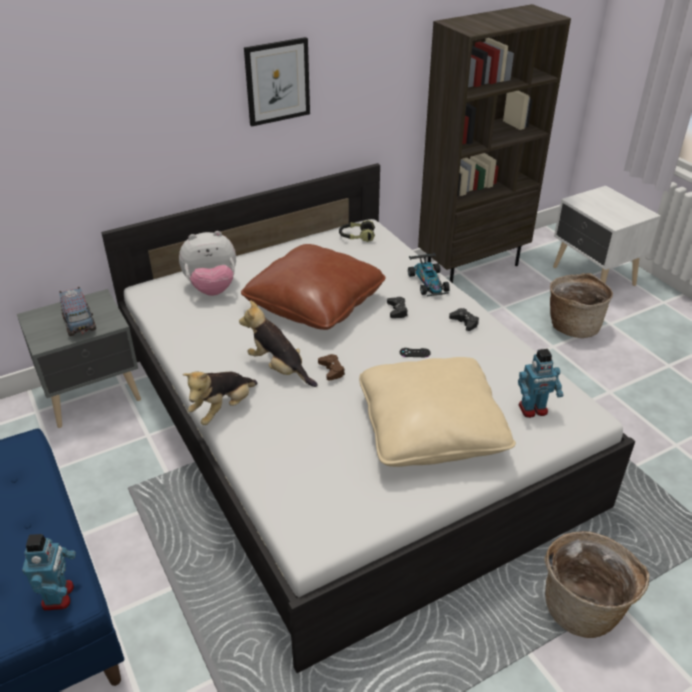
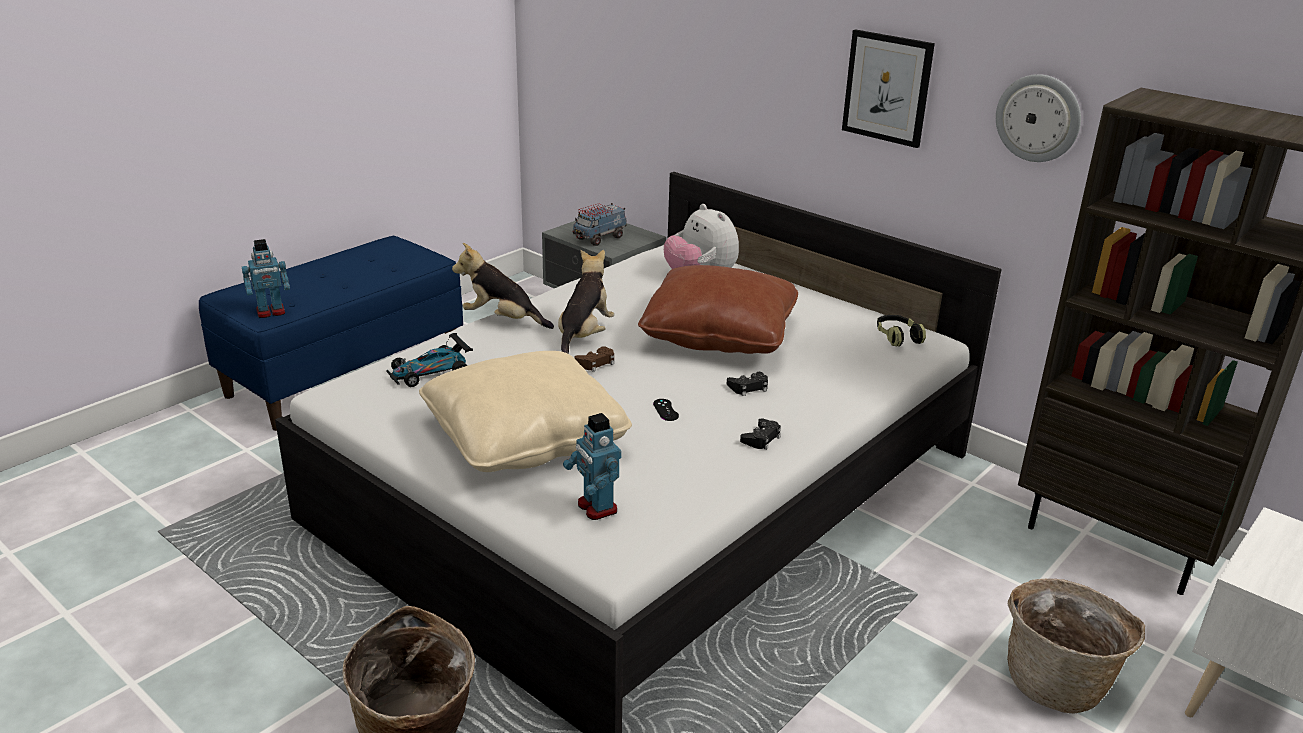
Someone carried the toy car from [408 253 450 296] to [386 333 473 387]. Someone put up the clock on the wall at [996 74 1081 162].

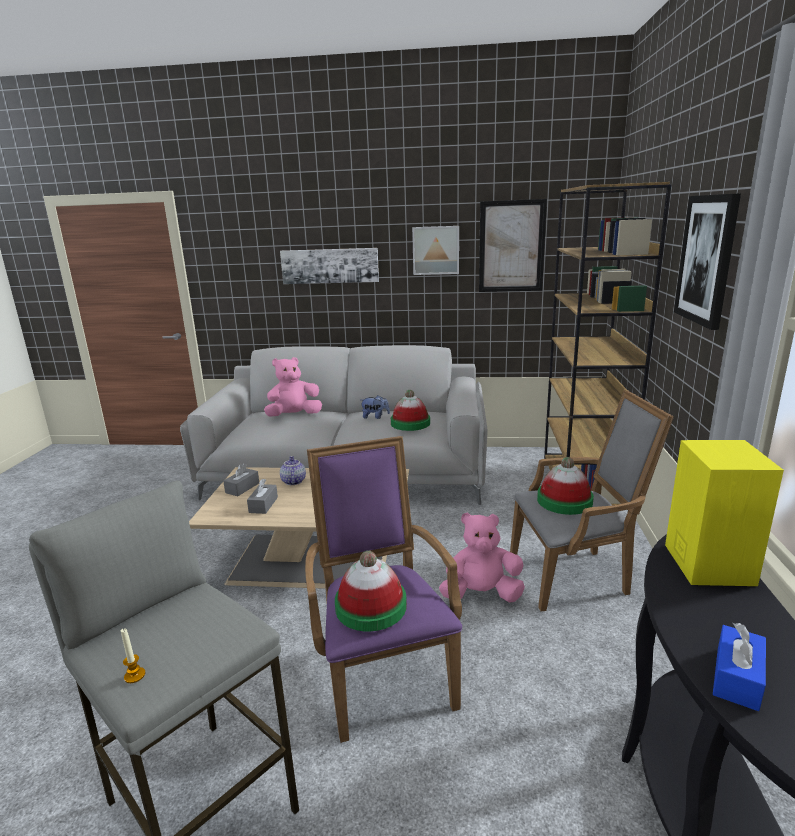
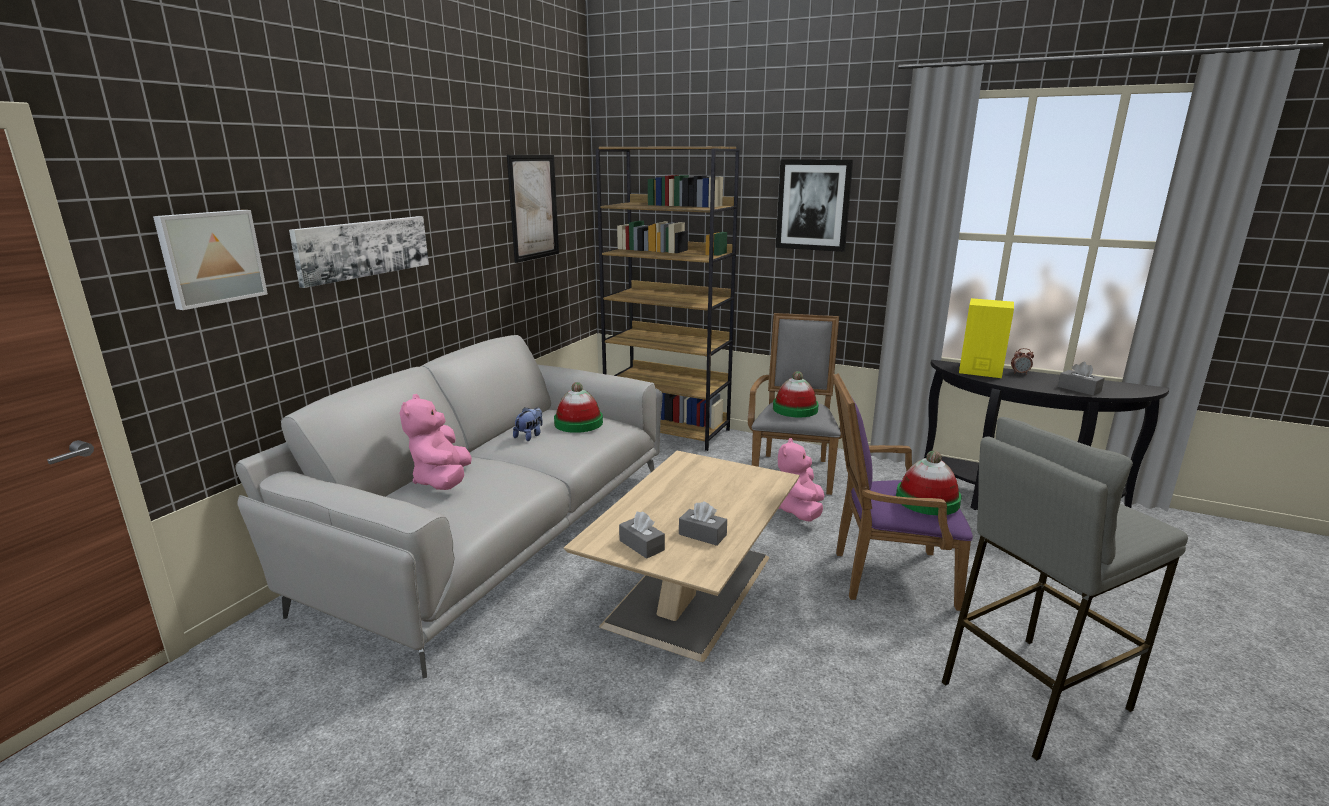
Someone carried the wall picture from [412 226 459 275] to [153 210 268 310]. Someone took away the tea pot at [280 456 306 485]. Someone repainted the bluish box of tissues at [713 623 766 711], which became the grey box of tissues at [1058 362 1105 396]. Someone took away the wax light at [121 628 145 683]. Someone put down the alarm clock at [1011 348 1034 374].

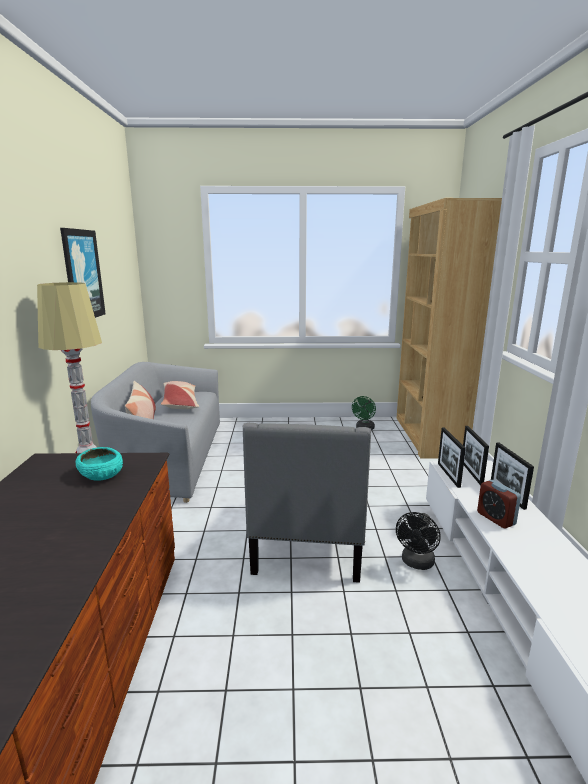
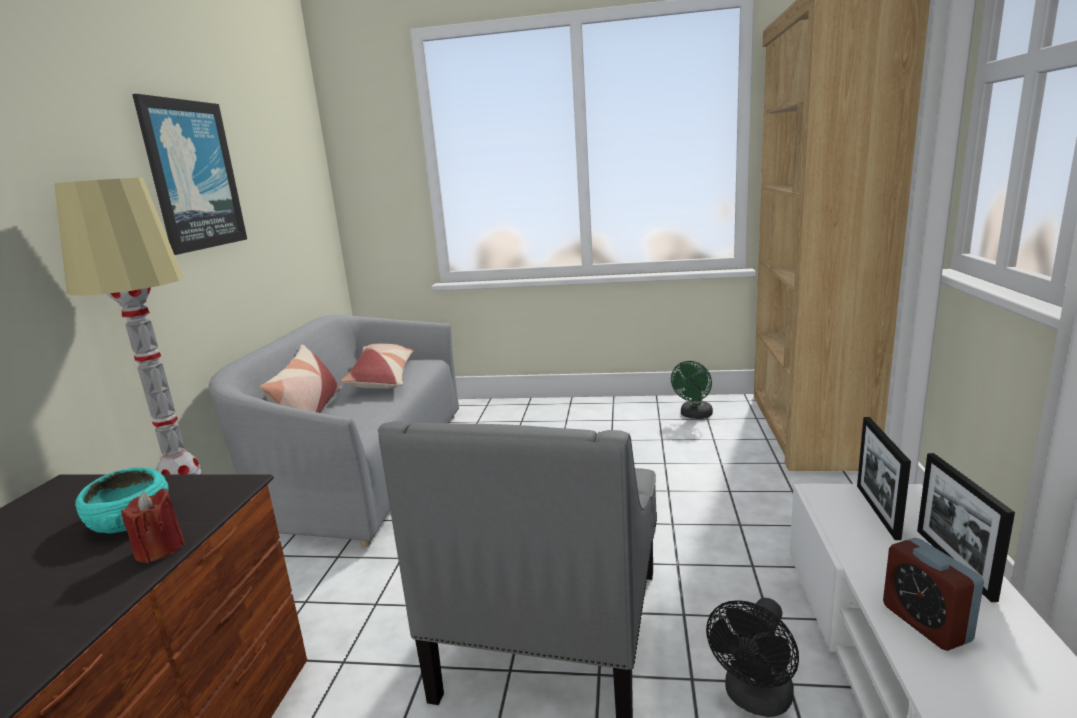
Someone took away the photo frame at [438 427 466 488]. Someone put down the red wax light at [121 488 185 563].

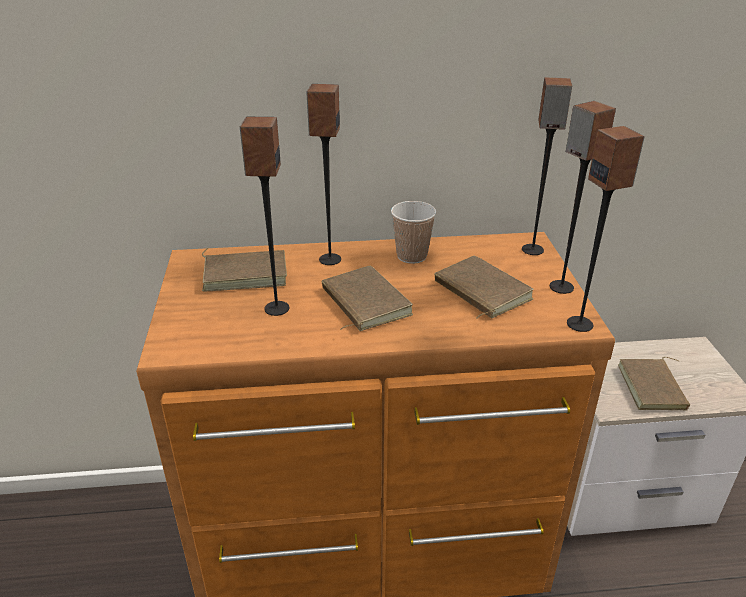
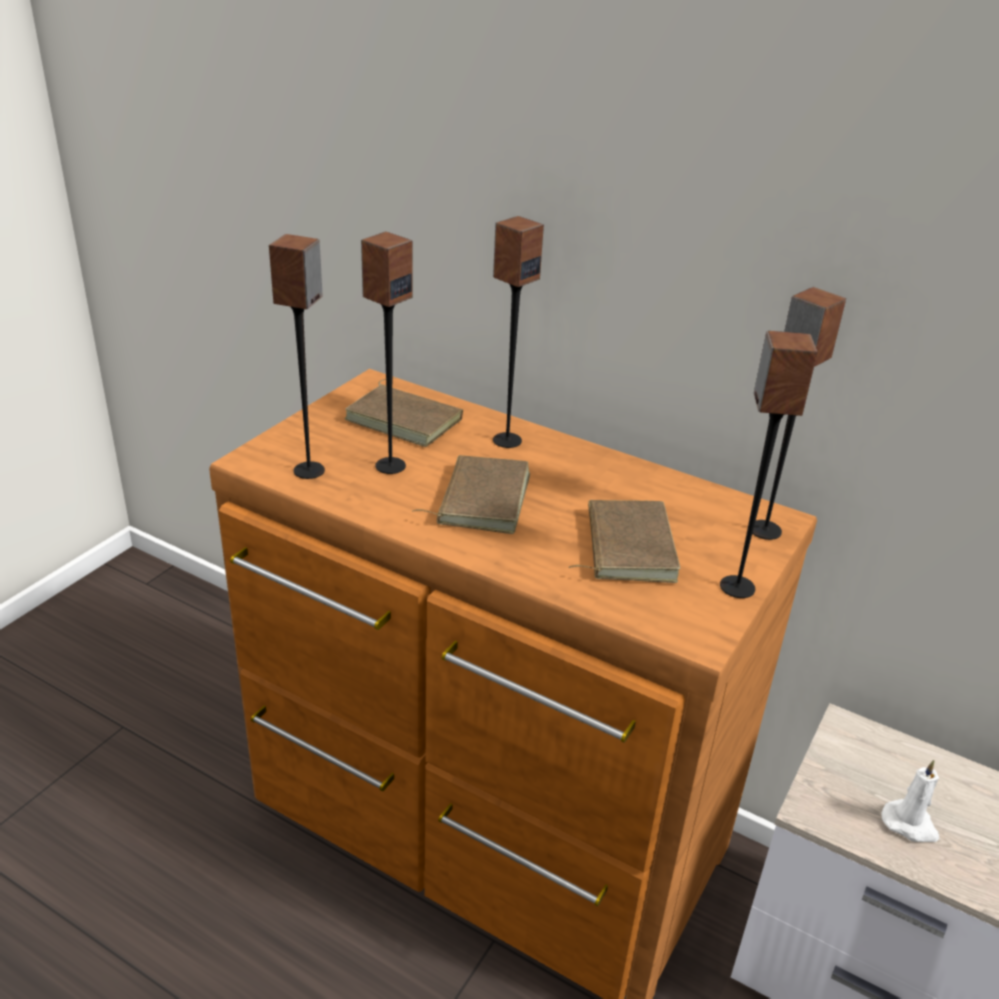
Someone carried the audio speaker from [567 126 645 332] to [269 234 325 479]. Someone took away the cup at [391 201 436 264]. Someone swapped the brown-coloured bound book at [618 357 690 410] for the whitish wax light at [881 760 940 842].

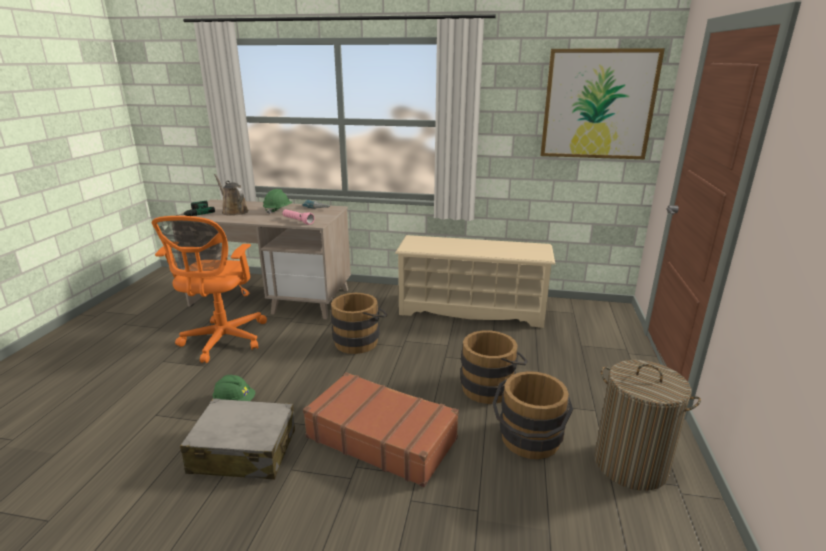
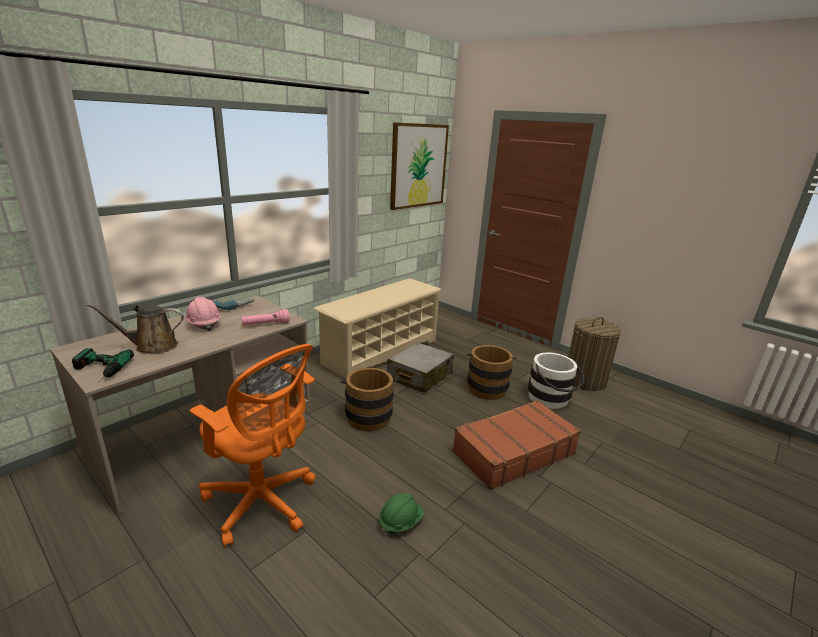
Someone repainted the green-coloured hard hat at [263 189 292 214], which became the pinkish hard hat at [185 297 221 332]. Someone repainted the brown-coloured bucket at [492 371 573 459], which became the whitish bucket at [528 352 584 409]. Someone carried the grey piece of luggage from [180 398 295 480] to [387 342 454 393].

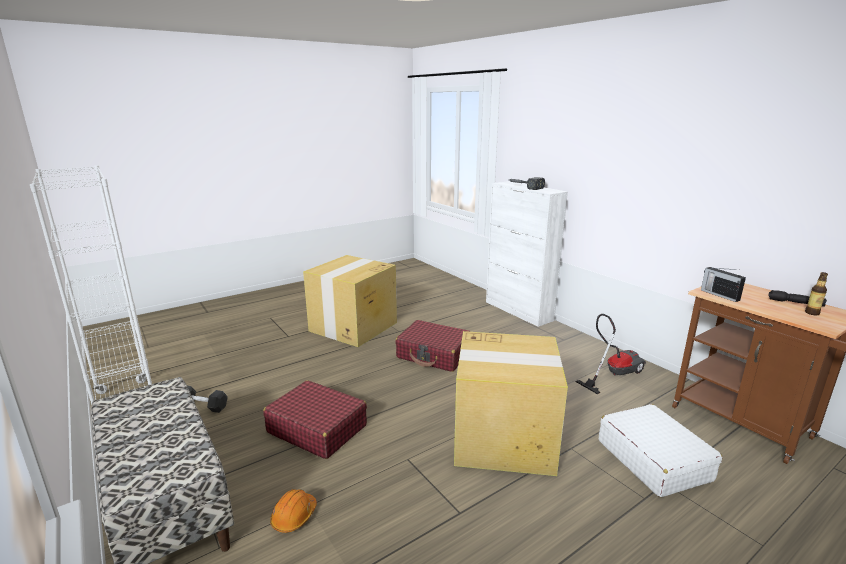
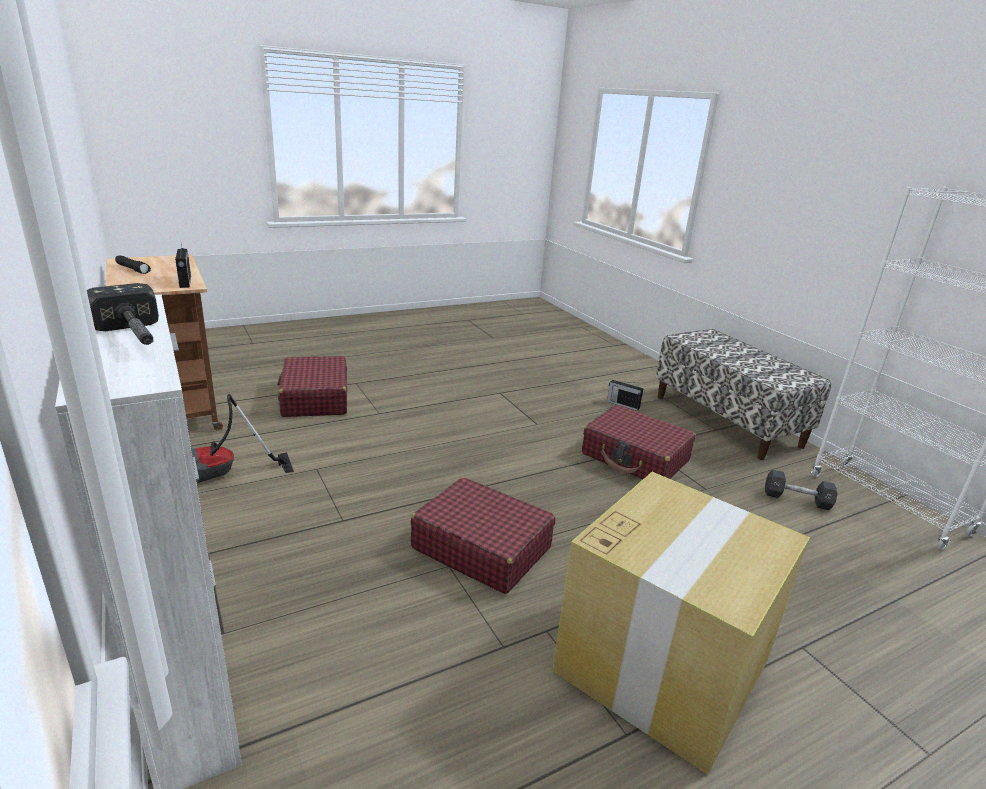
Someone took away the bottle at [805 272 828 315]. Someone took away the cardboard box at [454 331 568 476]. Someone repainted the whitish piece of luggage at [599 404 722 497], which became the red piece of luggage at [277 356 347 417]. Someone swapped the orangey hard hat at [270 489 317 533] for the radio at [607 380 643 411].

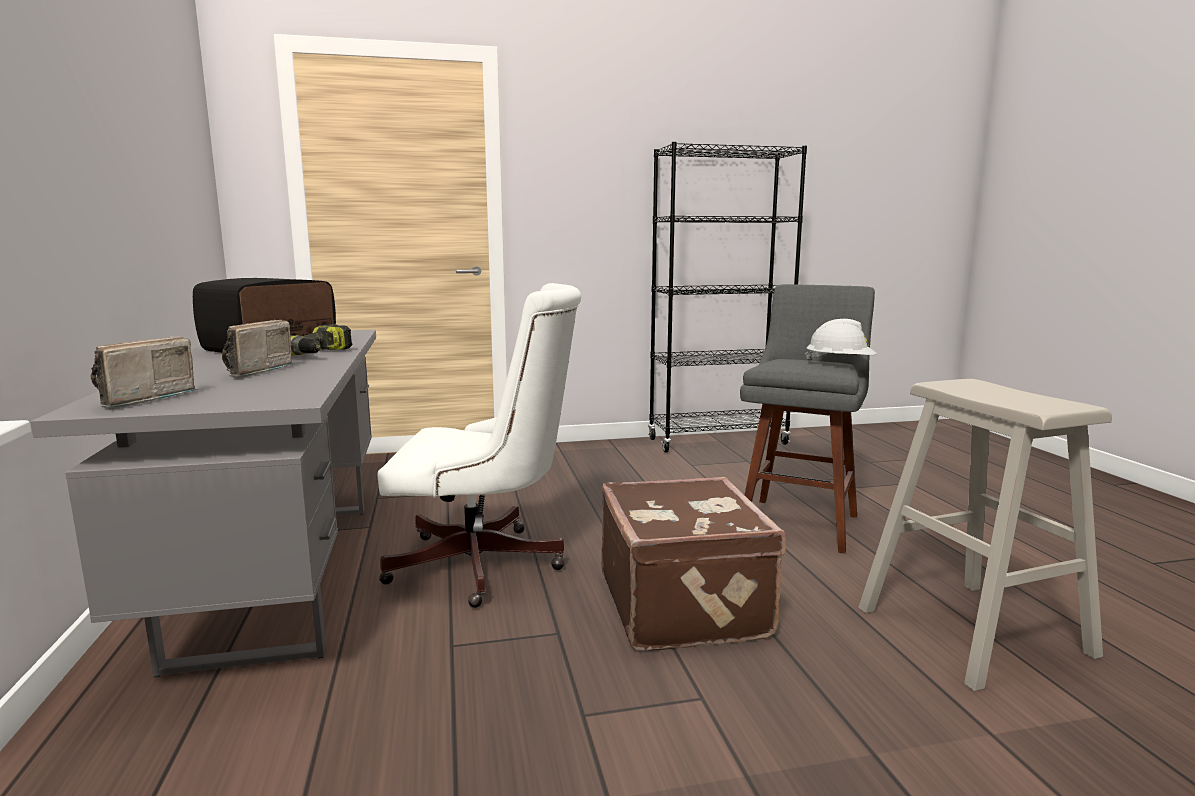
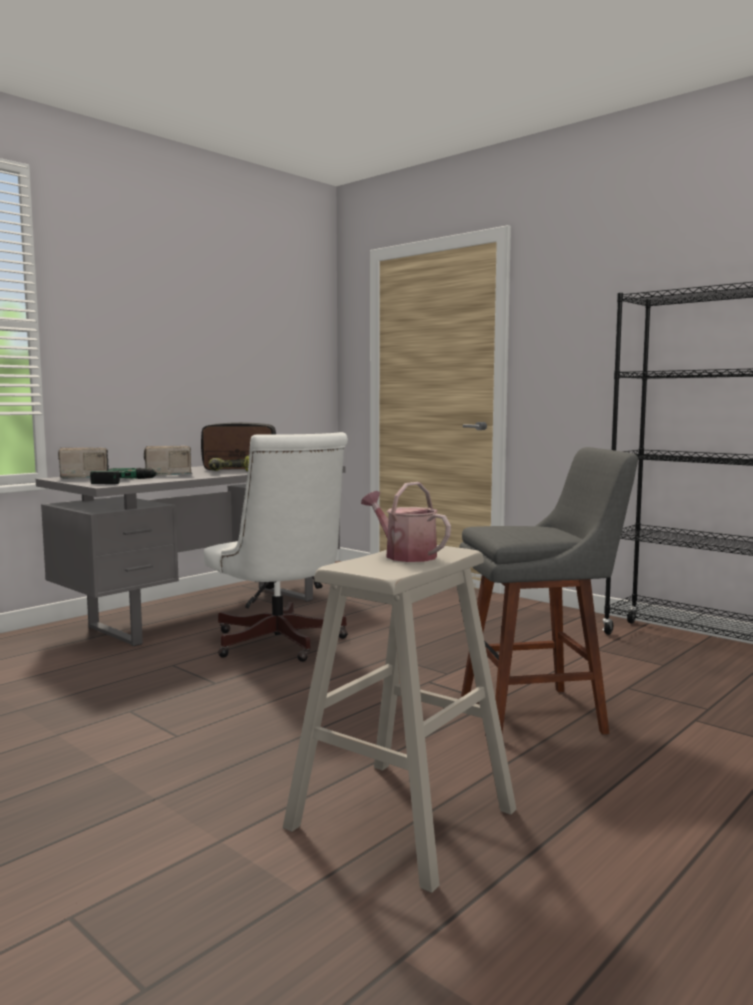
Someone took away the whitish hard hat at [805 319 876 362]. Someone took away the brown-coloured piece of luggage at [601 477 786 651]. Someone put down the power drill at [90 468 168 484]. Someone put down the sprinkling can at [361 482 451 562].

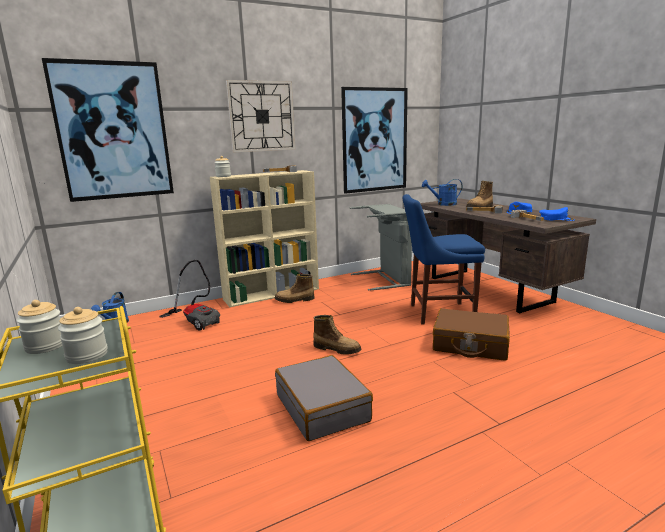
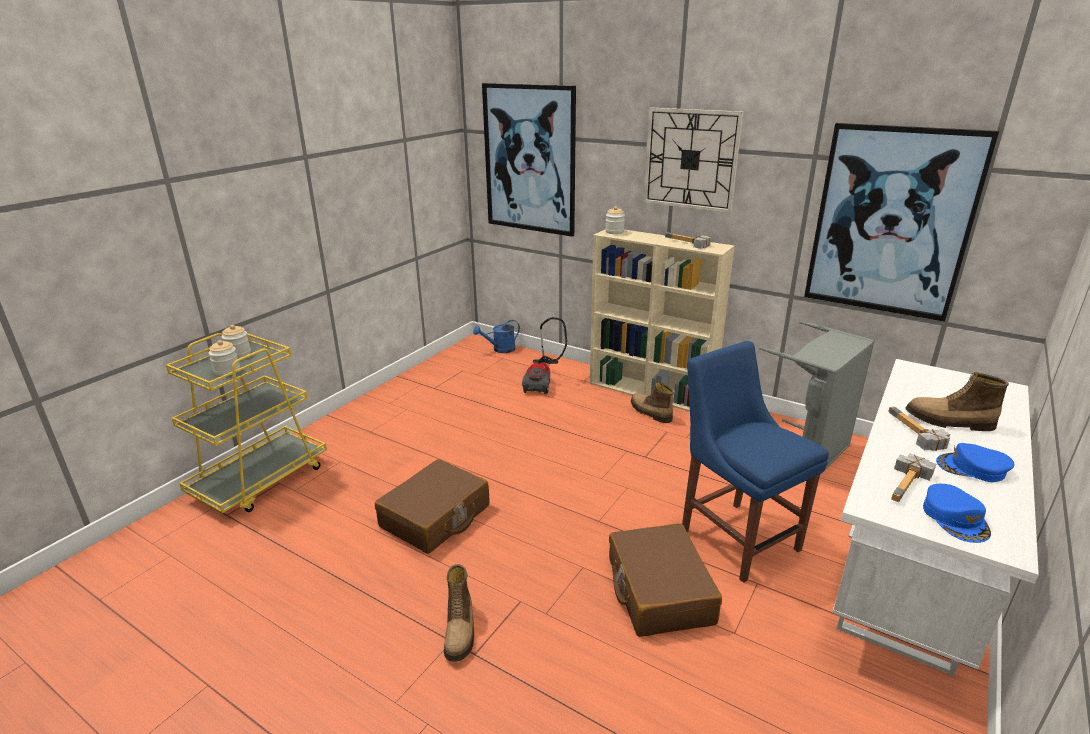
Someone took away the bluish sprinkling can at [422 179 462 206]. Someone repainted the brown-coloured desk at [420 198 596 313], which became the whitish desk at [832 359 1039 676]. Someone carried the tall boot from [313 315 361 355] to [444 564 474 662]. Someone repainted the grey piece of luggage at [275 355 373 441], which became the brown-coloured piece of luggage at [375 459 489 554].

